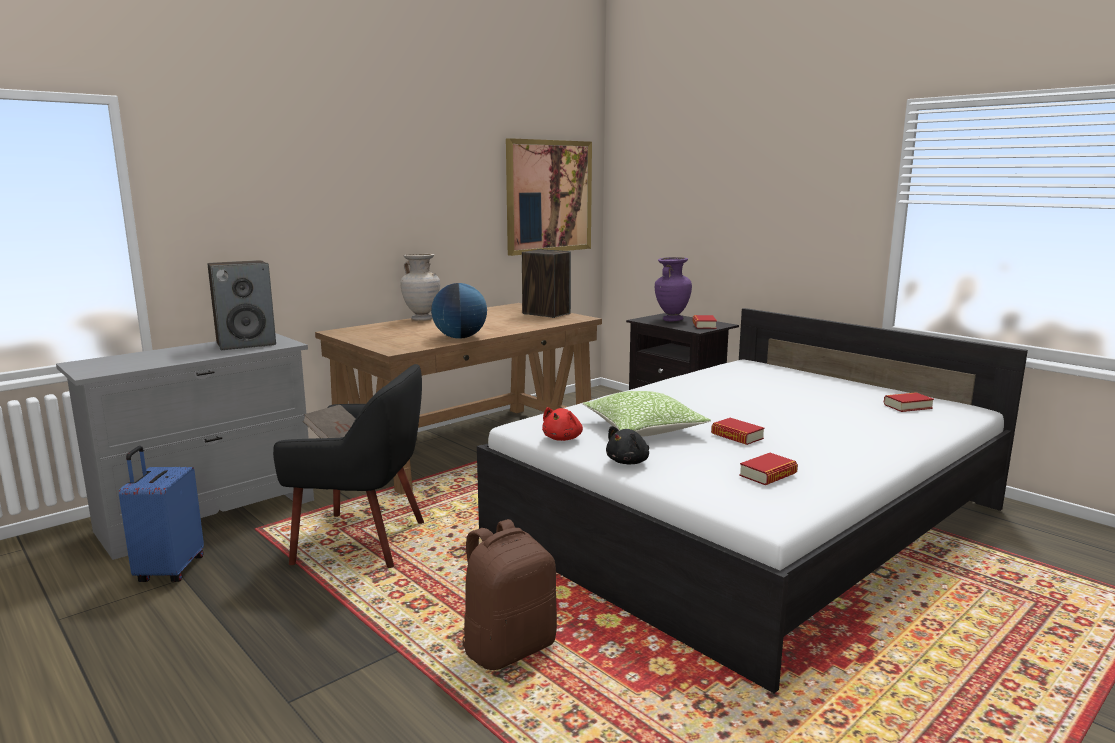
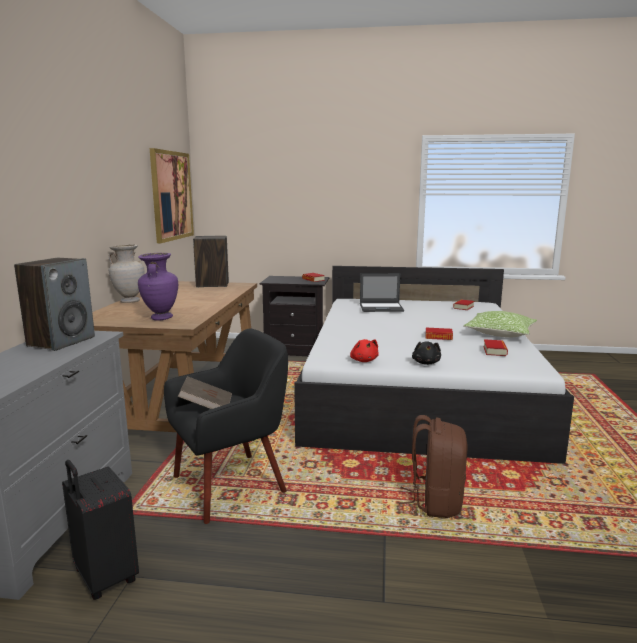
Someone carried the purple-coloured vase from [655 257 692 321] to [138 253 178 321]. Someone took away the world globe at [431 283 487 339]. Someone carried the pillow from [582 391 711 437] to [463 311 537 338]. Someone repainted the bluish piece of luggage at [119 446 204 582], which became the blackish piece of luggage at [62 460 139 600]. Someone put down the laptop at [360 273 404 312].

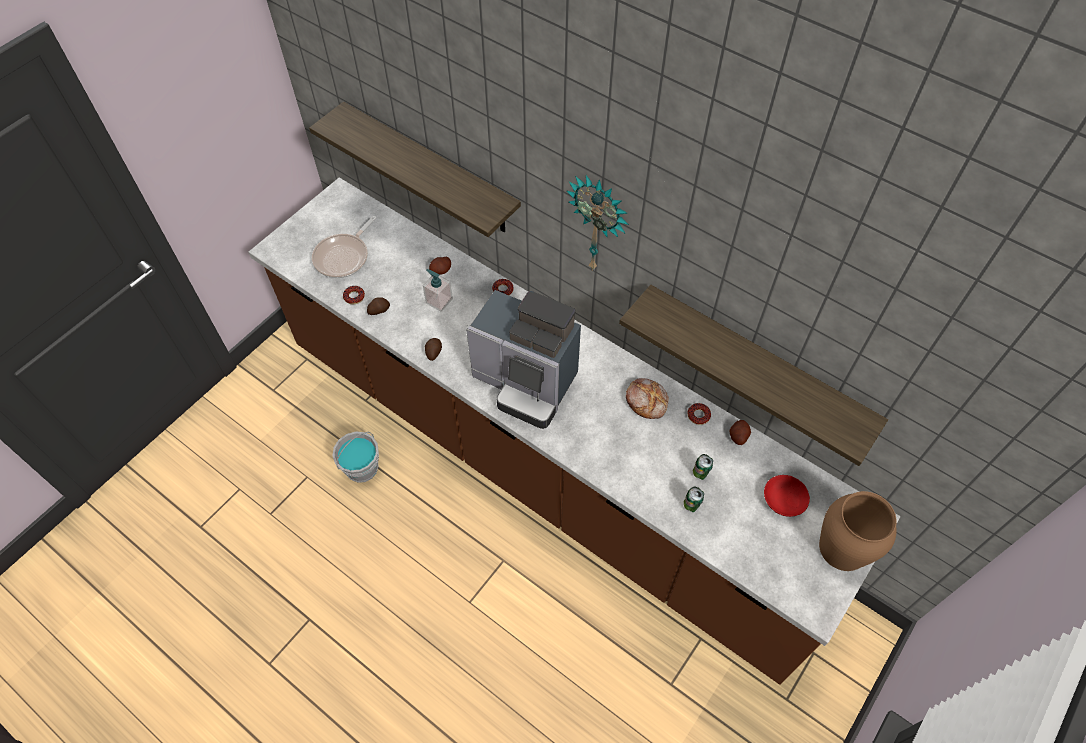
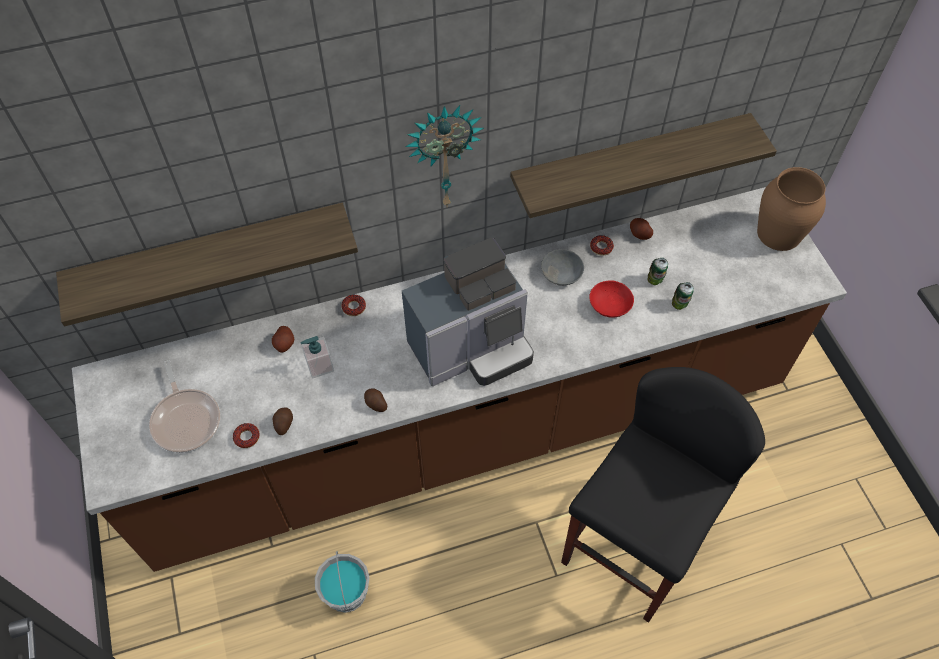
Someone swapped the bakery bread at [626 378 669 419] for the grey deep dish at [541 249 584 286]. Someone carried the red deep dish from [764 475 810 517] to [589 280 634 318]. Someone put down the blackish stool at [561 367 765 623].

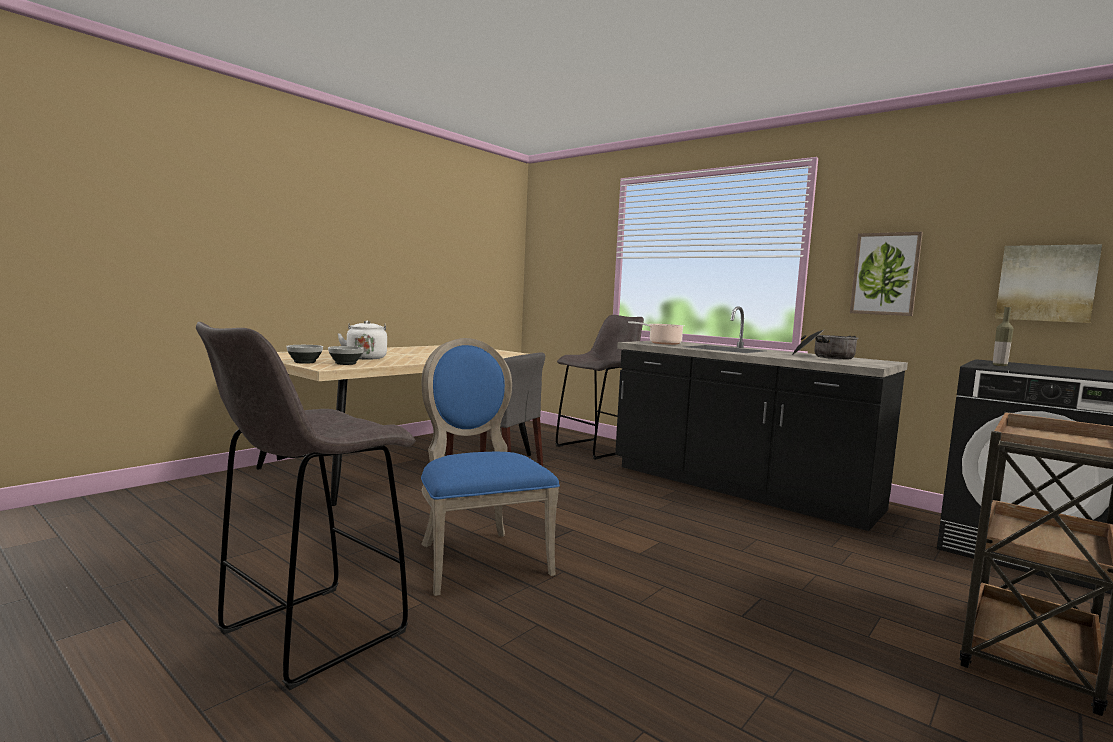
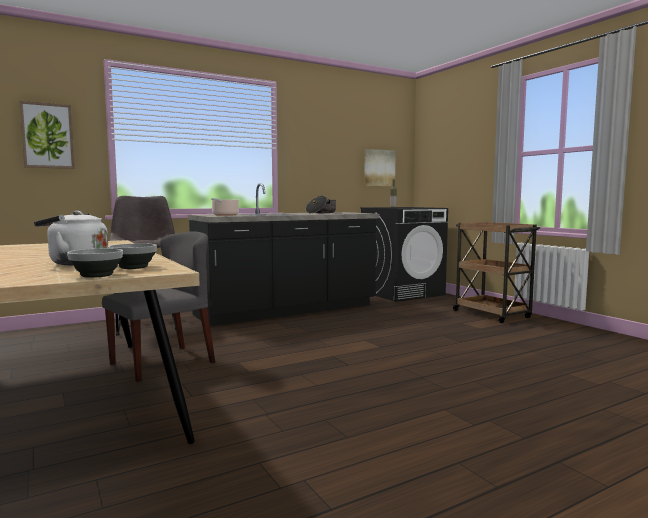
Someone carried the wall picture from [850 232 923 316] to [19 101 75 169]. Someone took away the grey stool at [196 322 416 690]. Someone took away the bluish plain chair at [421 338 560 596].

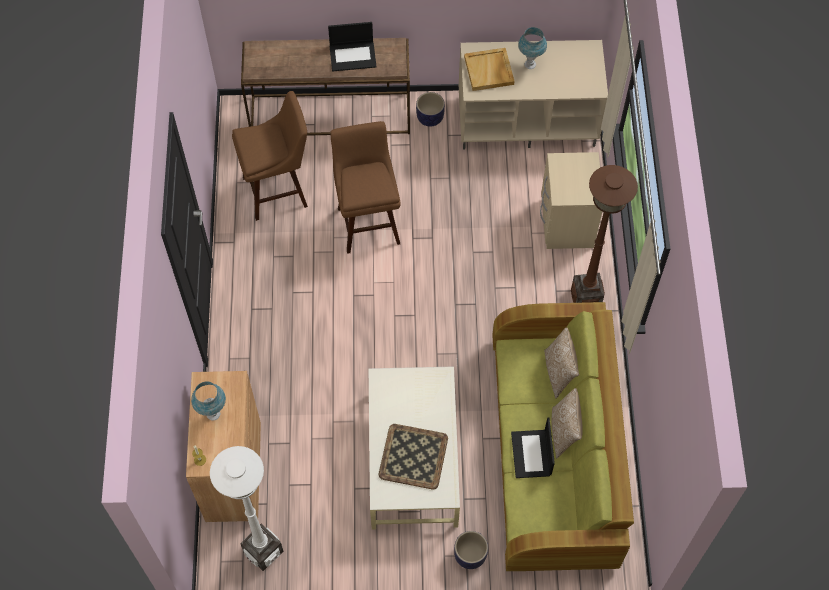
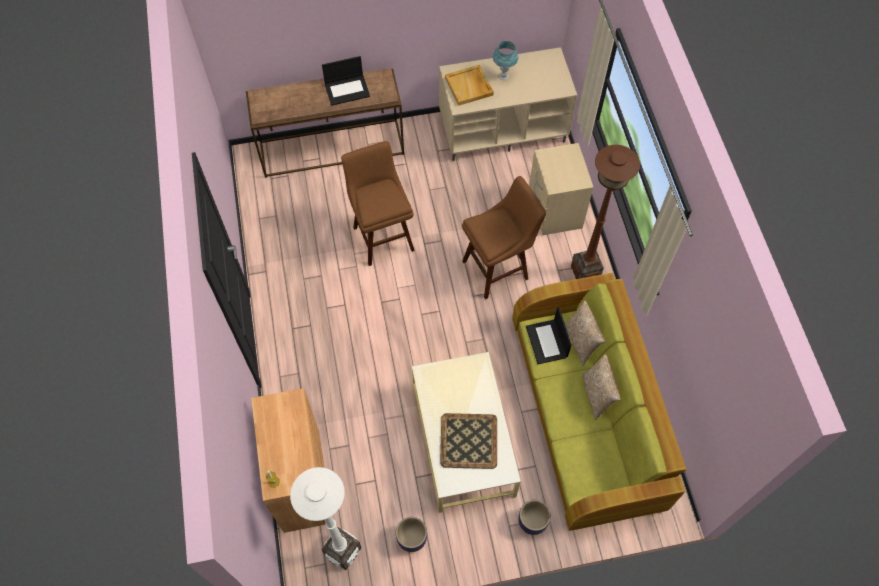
Someone carried the brown-coloured stool from [232 91 308 221] to [462 176 546 299]. Someone carried the plant pot from [416 92 445 127] to [396 517 427 552]. Someone took away the bluish lamp for a table at [191 381 226 421]. Someone carried the laptop from [511 417 555 478] to [526 307 572 364].

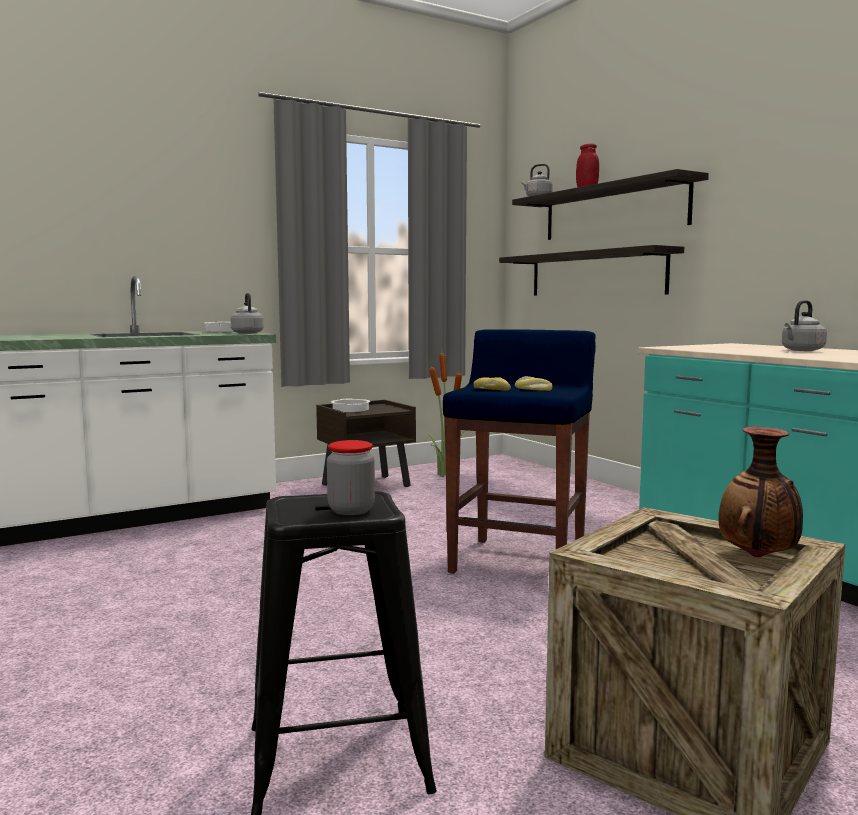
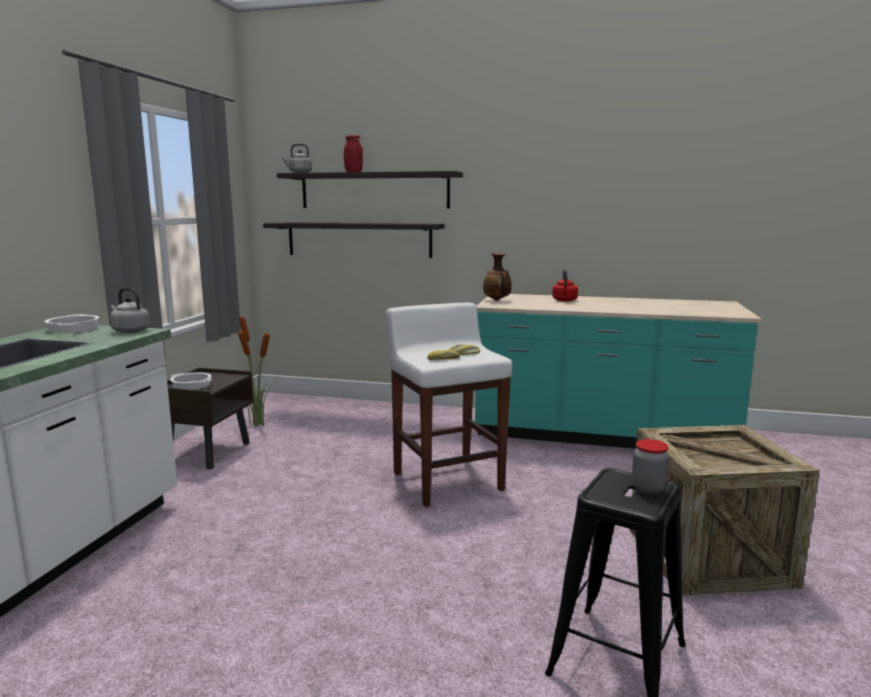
Someone repainted the grey tea kettle at [782 300 827 351], which became the red tea kettle at [552 269 578 302]. Someone repainted the bluish stool at [443 329 596 574], which became the whitish stool at [386 302 512 507]. Someone carried the vase from [718 427 803 558] to [483 253 512 301].

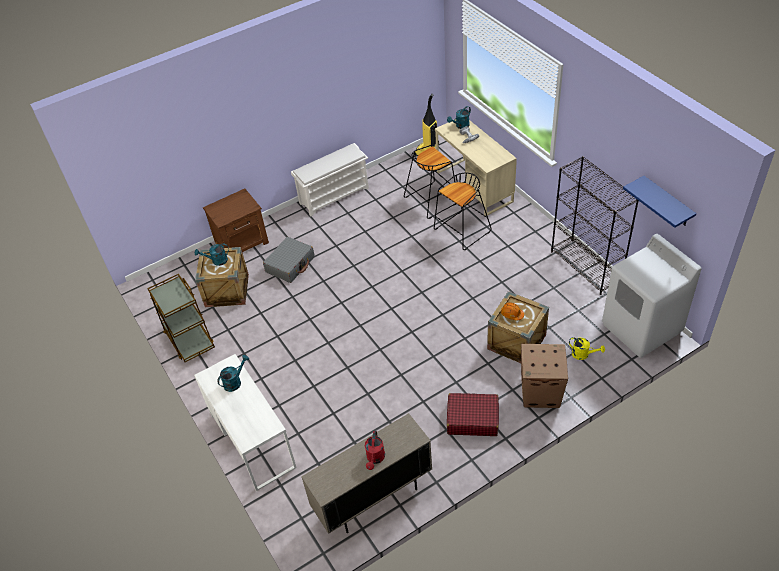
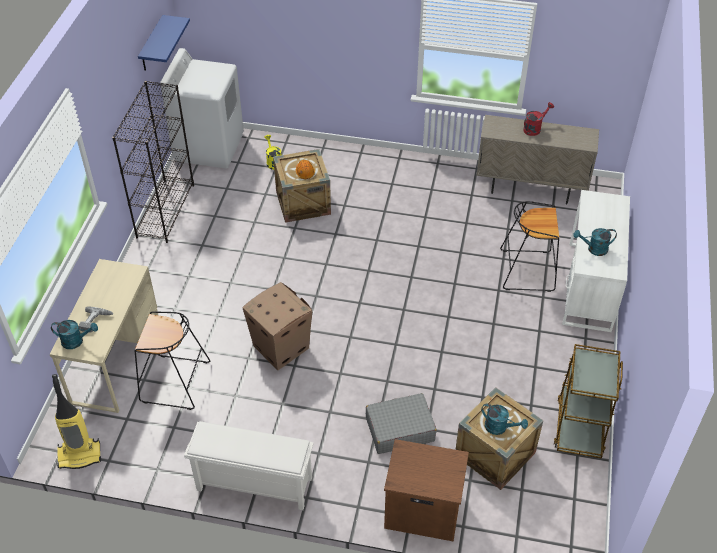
Someone carried the blackish stool from [434 173 491 250] to [500 201 559 292]. Someone carried the cardboard box from [521 344 568 408] to [242 282 312 370]. Someone took away the red piece of luggage at [447 393 499 436].

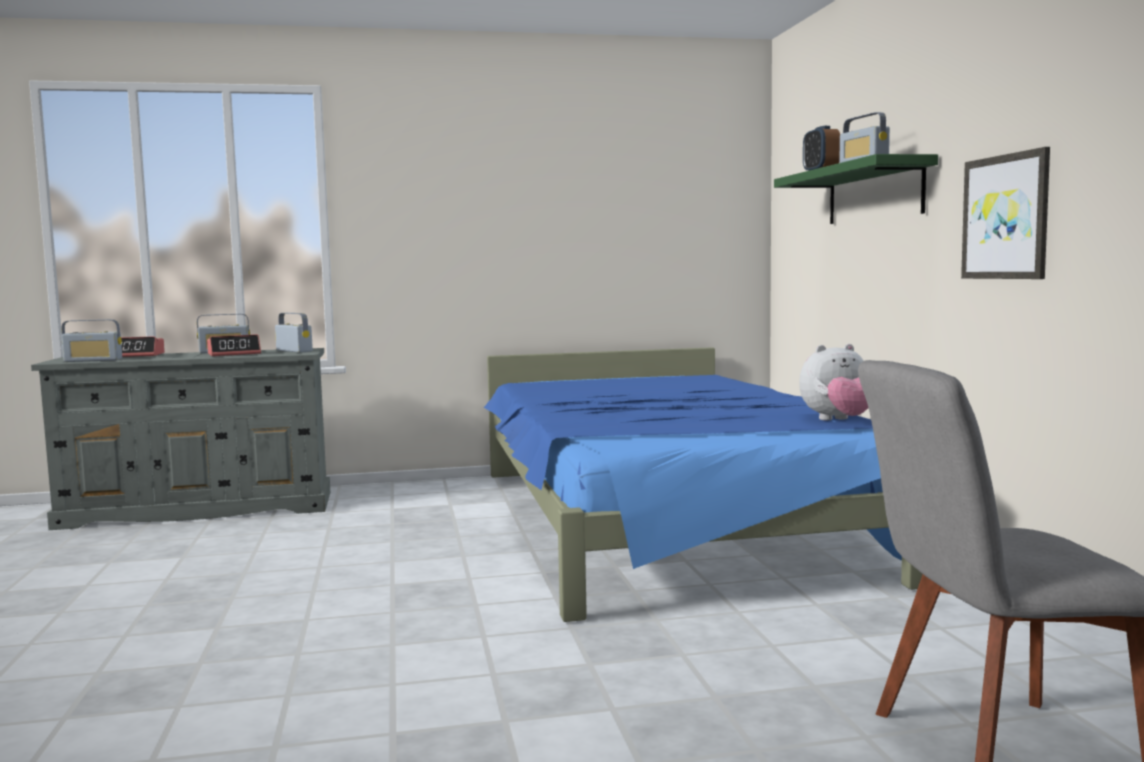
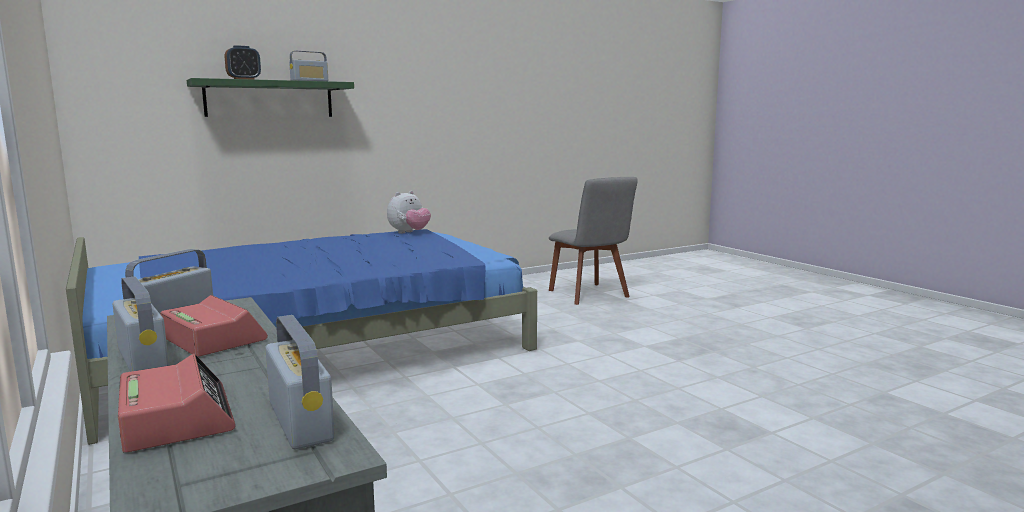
Someone took away the wall picture at [961 147 1050 279]. Someone rotated the soft toy at [799 344 868 420] by 75 degrees clockwise.

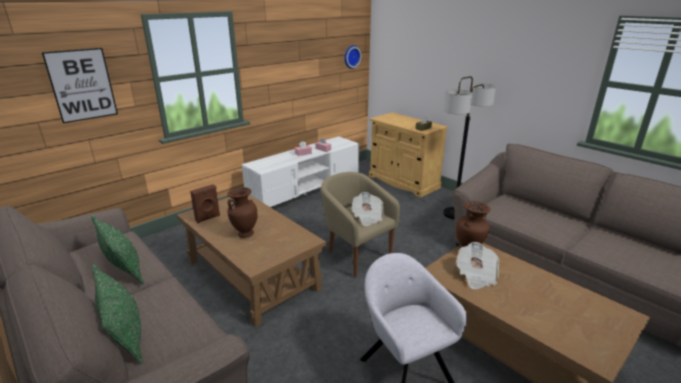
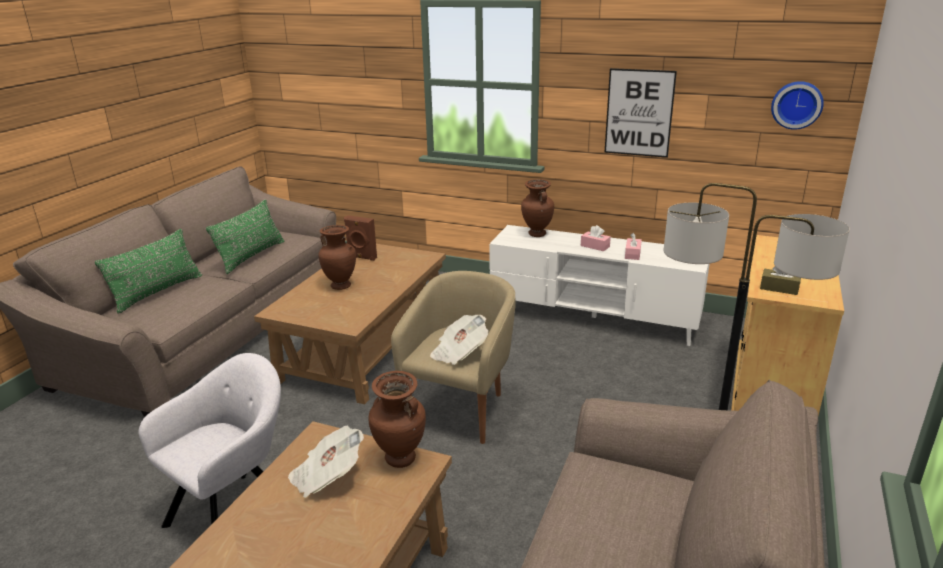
Someone carried the wall picture from [42 48 118 123] to [604 68 677 158]. Someone put down the brown-coloured vase at [521 179 554 237].

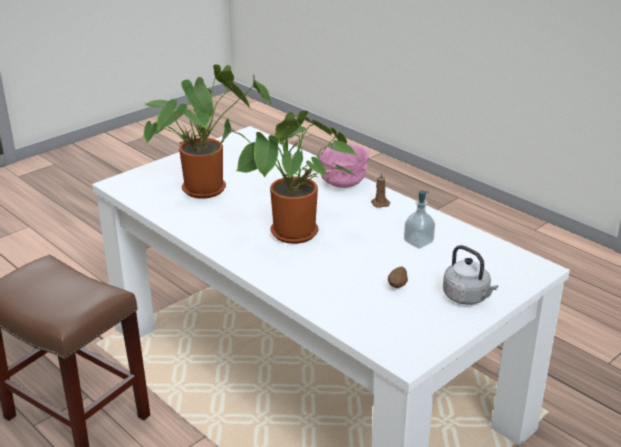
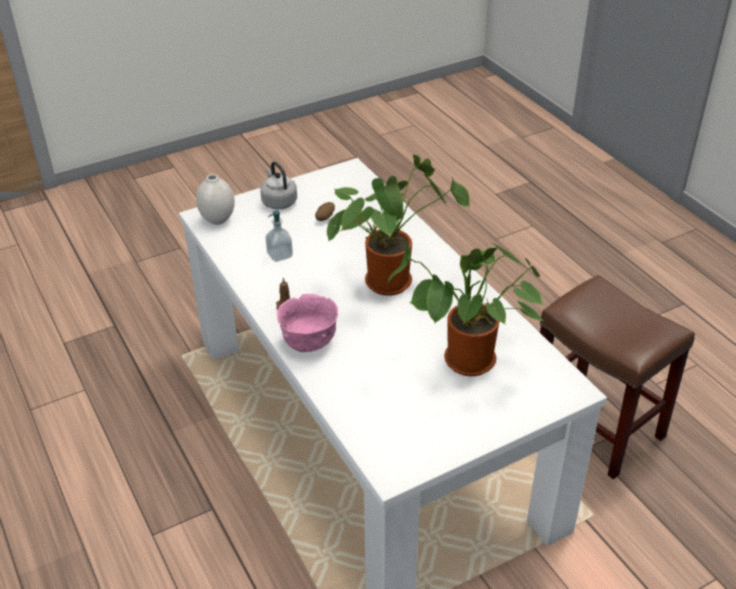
Someone put down the whitish vase at [196 174 235 225].

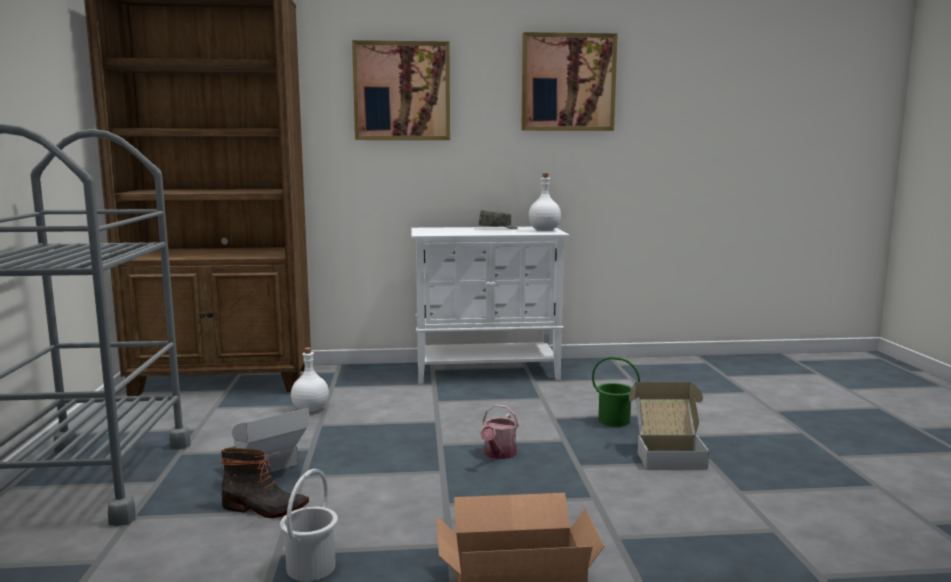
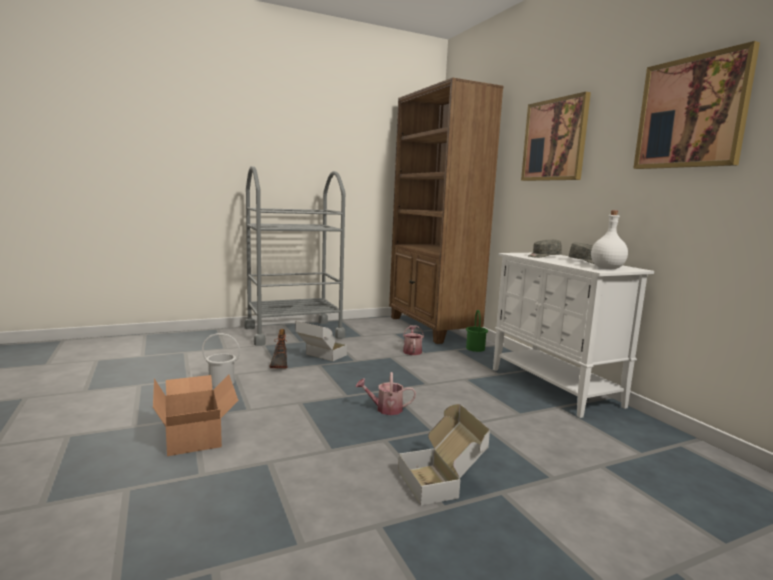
Someone swapped the whitish bottle at [291 347 329 412] for the sprinkling can at [403 325 424 355]. Someone carried the green-coloured bucket from [592 357 640 427] to [466 310 488 352]. Someone put down the grey cap at [528 240 562 258].

